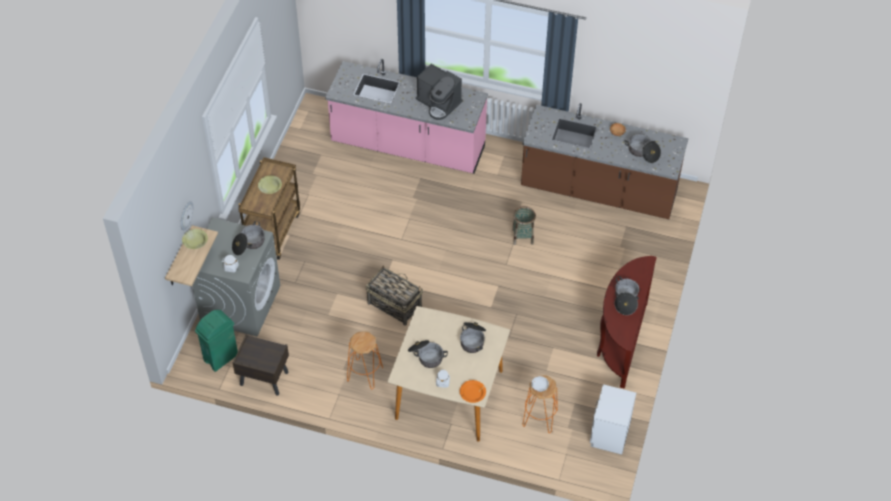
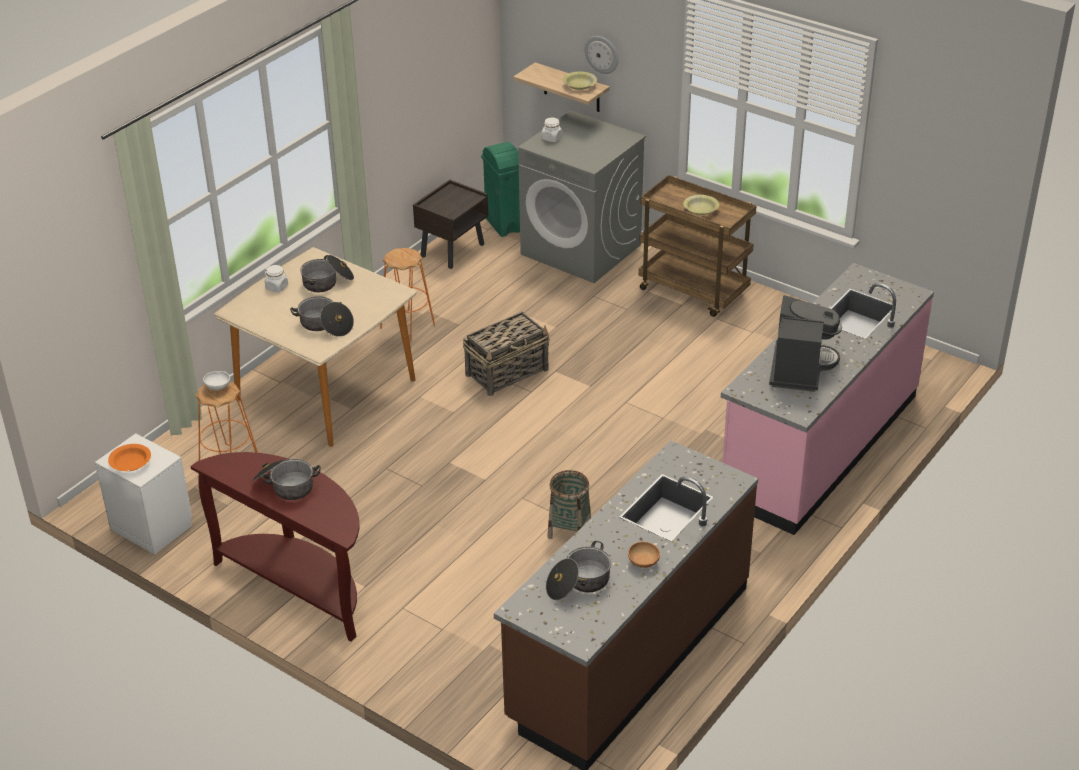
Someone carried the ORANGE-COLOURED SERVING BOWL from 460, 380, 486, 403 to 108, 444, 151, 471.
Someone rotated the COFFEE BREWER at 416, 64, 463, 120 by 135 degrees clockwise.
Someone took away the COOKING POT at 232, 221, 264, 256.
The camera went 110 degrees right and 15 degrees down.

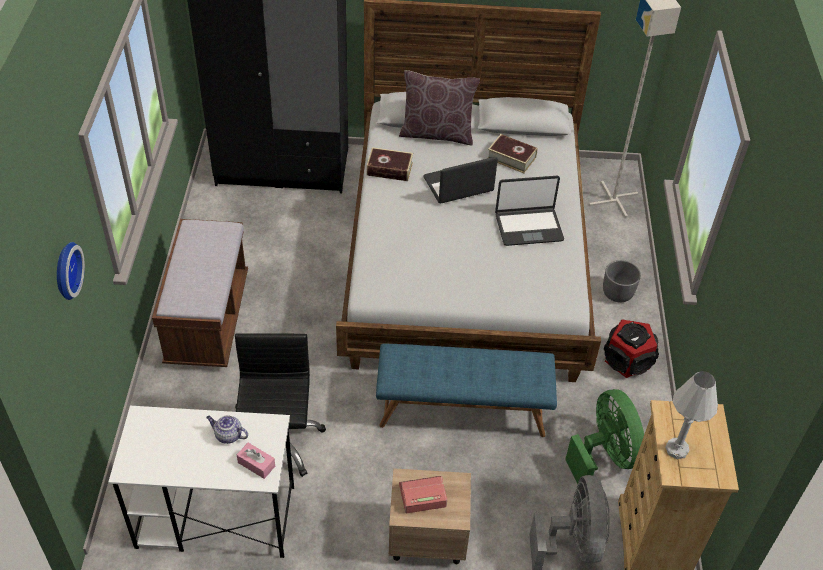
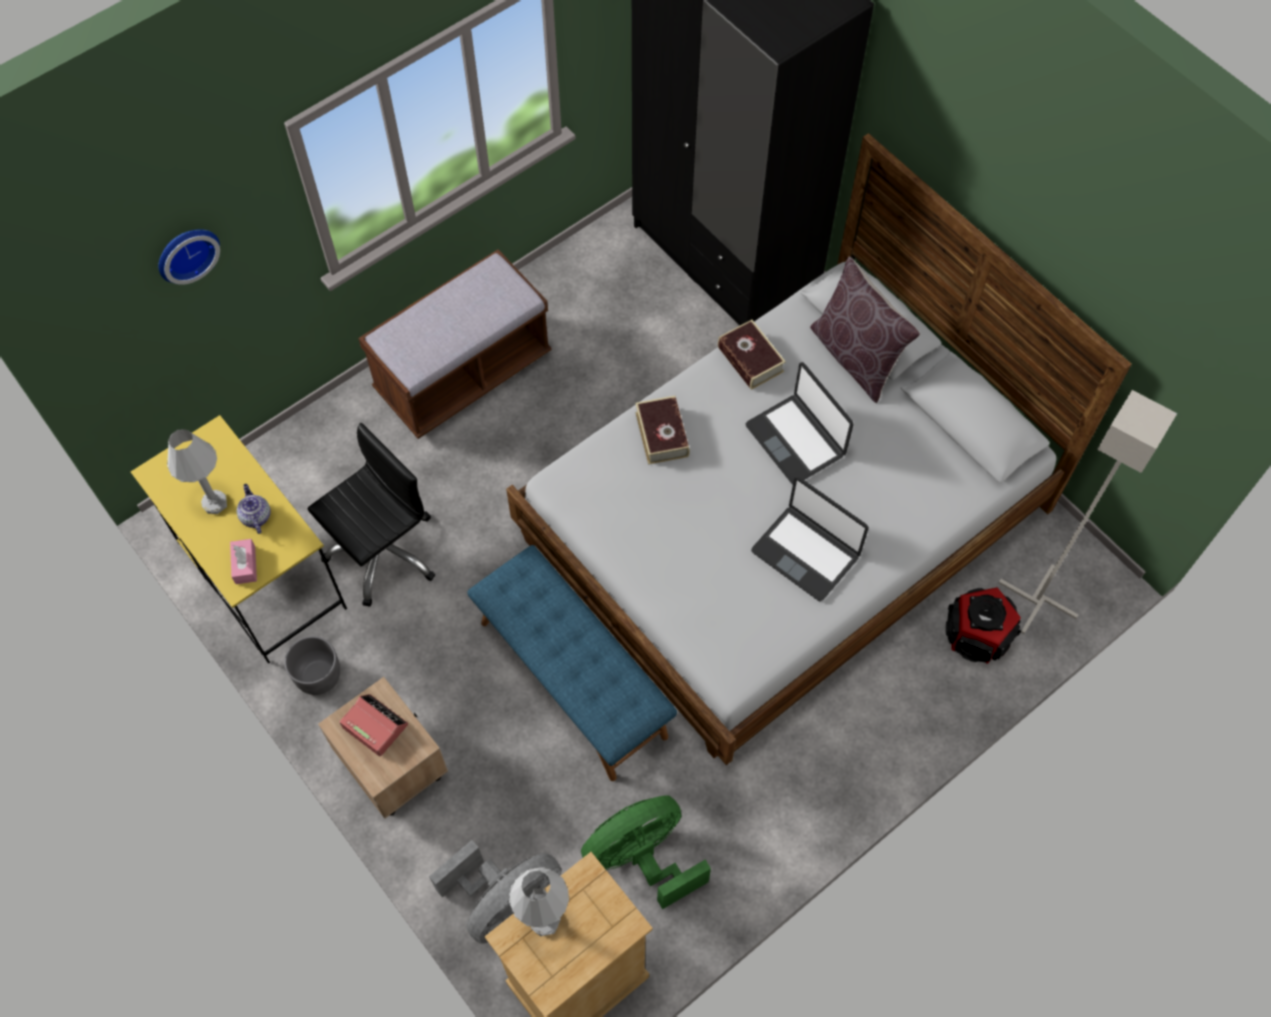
Someone repainted the WHITISH DESK at 108, 406, 294, 558, which became the YELLOWISH DESK at 131, 415, 347, 664.
Someone put down the WHITISH LAMP FOR A TABLE at 167, 429, 227, 514.
Someone carried the GREY PLANT POT from 603, 260, 641, 302 to 284, 636, 340, 695.
Someone rotated the GREEN ELECTRIC FAN at 565, 389, 644, 484 by 150 degrees counterclockwise.
Someone carried the VOLUME from 488, 134, 538, 173 to 635, 396, 690, 465.
Someone rotated the LAPTOP at 423, 157, 498, 203 by 150 degrees counterclockwise.
Someone carried the AUDIO SPEAKER from 604, 319, 659, 378 to 946, 587, 1021, 664.
The camera went 50 degrees right and 15 degrees up.

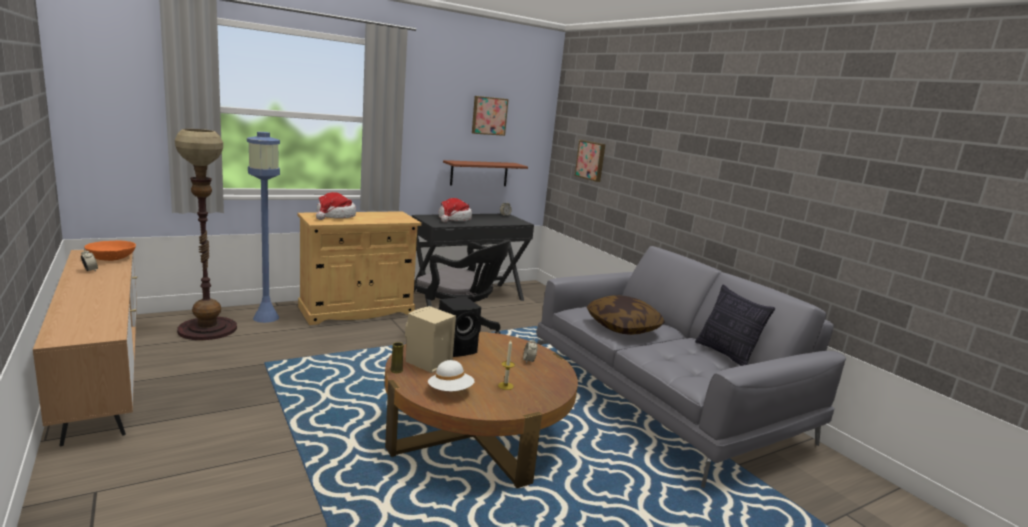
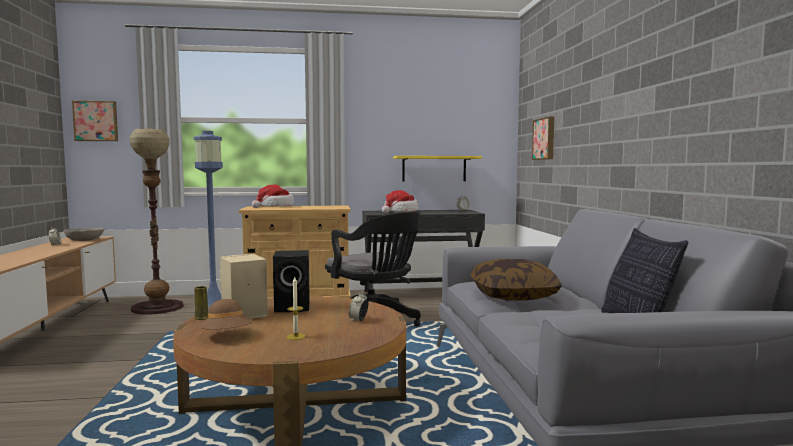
Someone repainted the ORANGE-COLOURED SERVING BOWL at 84, 241, 136, 261, which became the GREY SERVING BOWL at 64, 228, 104, 241.
Someone carried the WALL PICTURE from 472, 96, 509, 136 to 72, 100, 118, 141.
Someone repainted the WHITISH WEARABLE HAT at 428, 360, 475, 391, which became the BROWNISH WEARABLE HAT at 198, 299, 254, 330.
Someone repainted the BROWNISH WALL SHELF at 443, 160, 528, 186, which became the YELLOWISH WALL SHELF at 393, 156, 482, 181.
The camera went 25 degrees right and 10 degrees down.

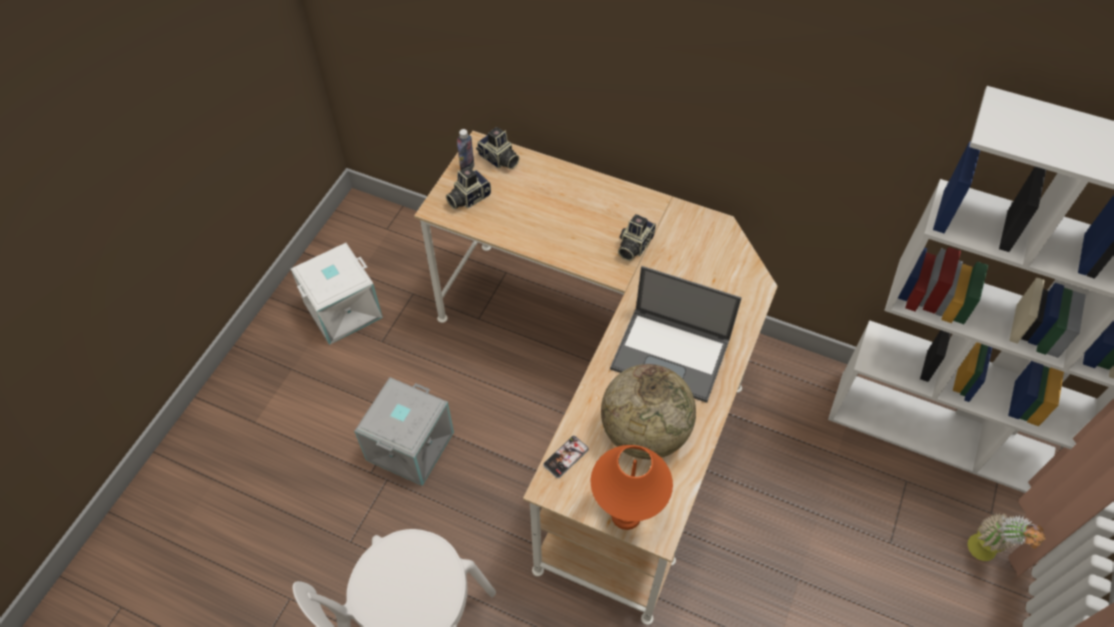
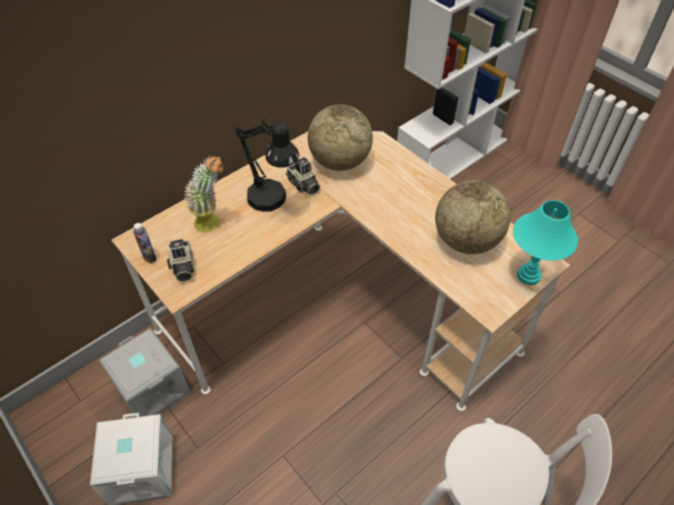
Someone carried the GREY STORAGE BOX from 354, 377, 454, 486 to 99, 328, 190, 417.
Someone carried the PLANT IN A POT from 968, 513, 1045, 561 to 183, 155, 224, 232.
Someone put down the BLACK LAMP FOR A TABLE at 235, 119, 299, 212.
Someone put down the WORLD GLOBE at 308, 104, 373, 171.
Someone repainted the ORANGE-COLOURED LAMP FOR A TABLE at 591, 445, 673, 530, which became the BLUE-GREEN LAMP FOR A TABLE at 513, 200, 578, 285.
Someone took away the PHOTO CAMERA at 476, 127, 519, 169.
Someone took away the PHONE at 543, 436, 589, 478.
Someone took away the LAPTOP at 610, 266, 742, 403.
The camera went 65 degrees left and 5 degrees down.

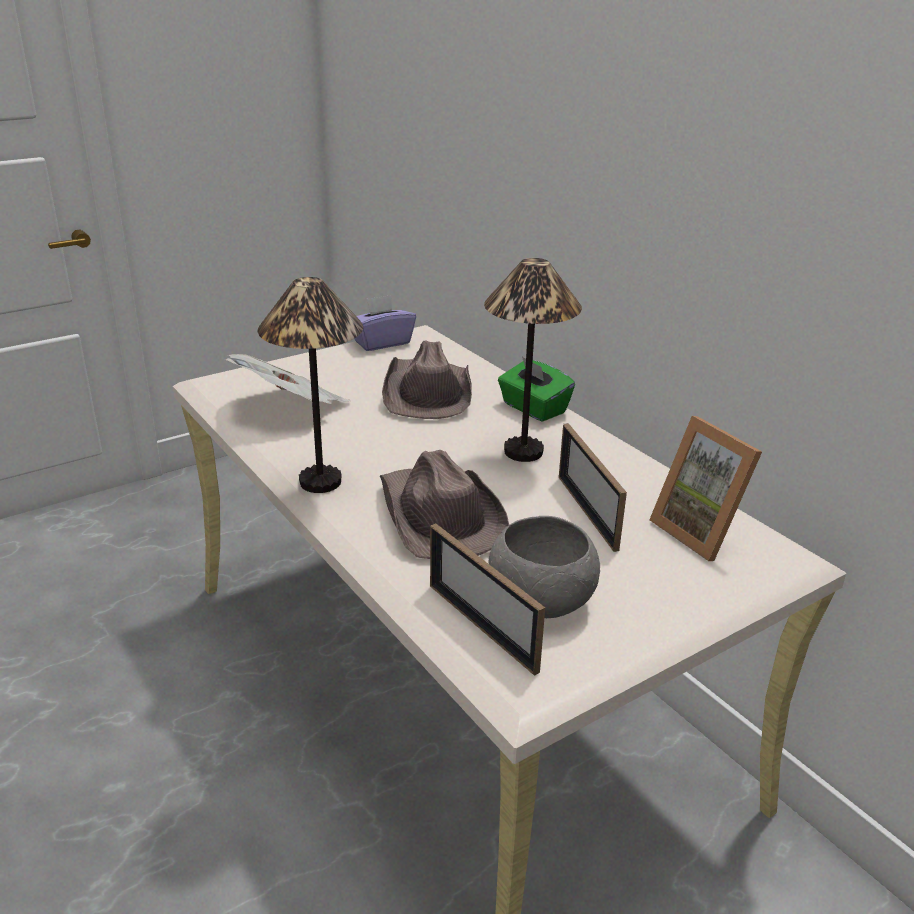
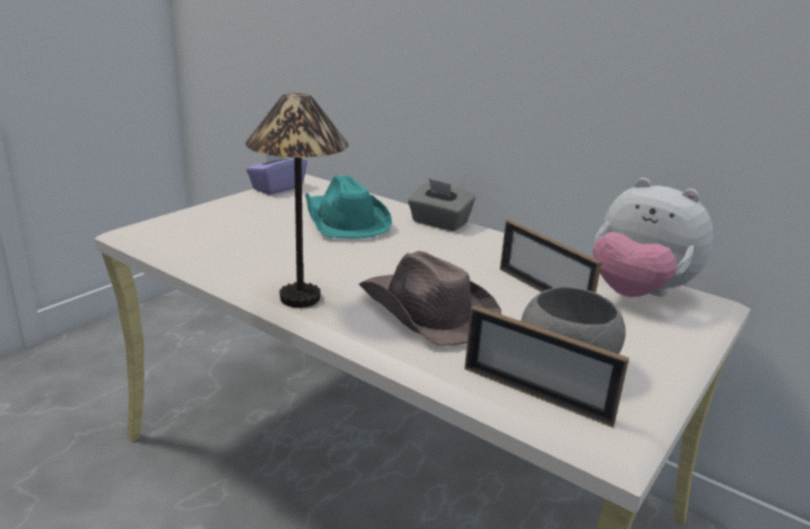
Someone repainted the BROWNISH WEARABLE HAT at 382, 340, 472, 419, which became the BLUE-GREEN WEARABLE HAT at 305, 175, 392, 238.
Someone repainted the GREEN TISSUE HOLDER at 498, 356, 575, 422, which became the GREY TISSUE HOLDER at 408, 179, 475, 231.
Someone swapped the STANDING FRAME at 649, 416, 762, 561 for the CUDDLY TOY at 593, 178, 714, 297.
Someone took away the DAILY PAPER at 225, 354, 350, 404.
Someone took away the LAMP FOR A TABLE at 484, 258, 582, 462.
The camera went 20 degrees left and 5 degrees down.

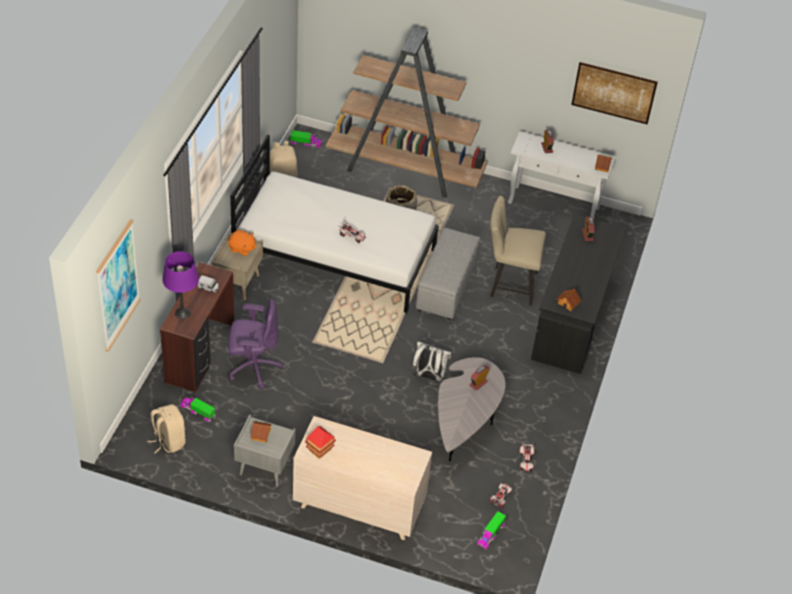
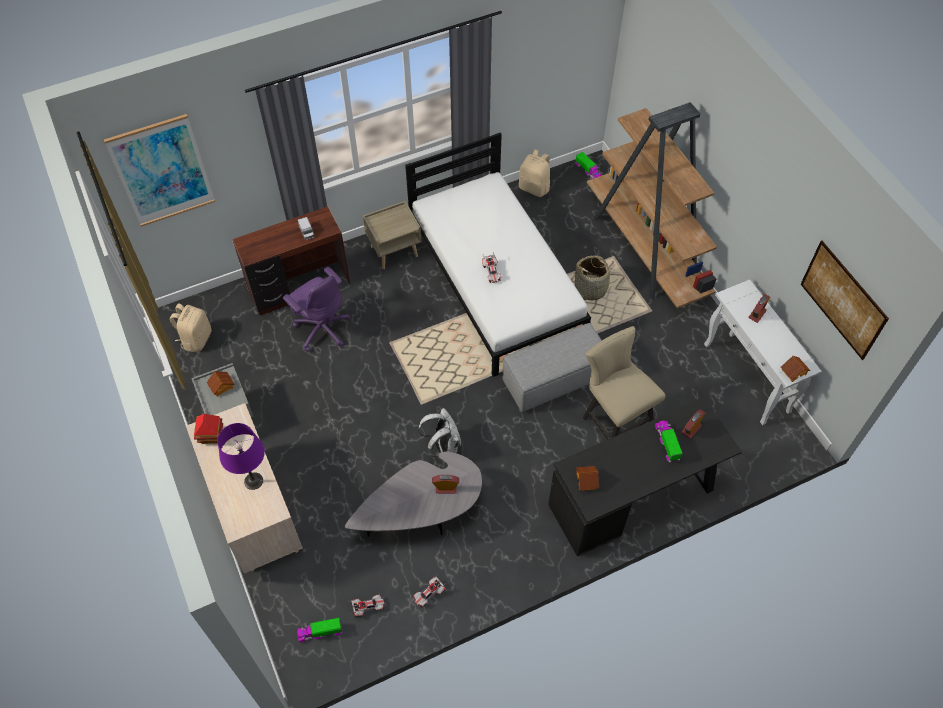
Someone carried the PURPLE-COLOURED LAMP FOR A TABLE from 162, 251, 199, 319 to 217, 423, 265, 490.
Someone carried the TOY LORRY from 180, 397, 215, 422 to 655, 421, 683, 462.
Someone took away the ORANGE-COLOURED CUDDLY TOY at 228, 230, 256, 256.
The camera went 50 degrees right and 10 degrees up.

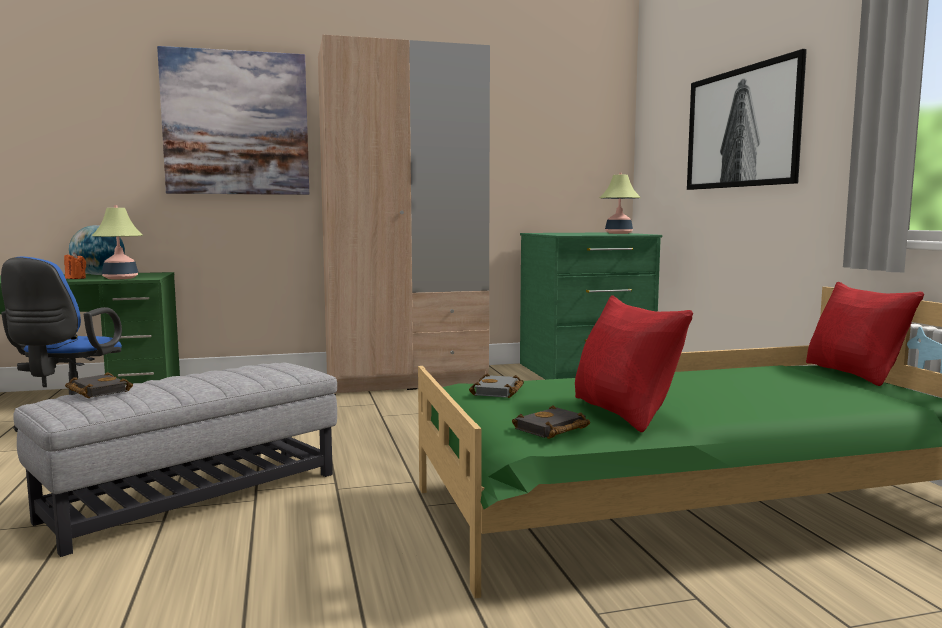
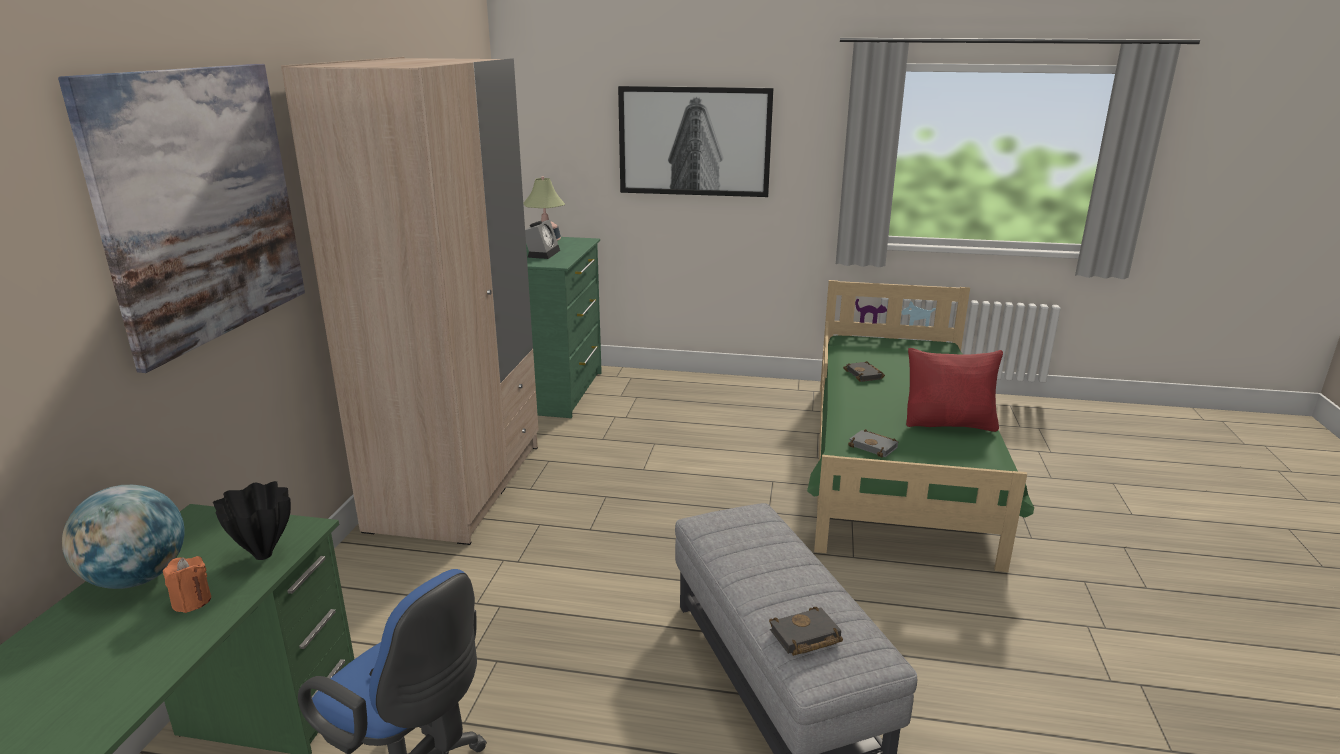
Someone swapped the LAMP FOR A TABLE at 92, 205, 143, 279 for the BLACK VASE at 213, 481, 291, 560.
Someone put down the ALARM CLOCK at 525, 219, 560, 259.
Someone carried the BLACK VOLUME from 512, 405, 590, 439 to 843, 361, 885, 382.
Someone took away the REDDISH THROW PILLOW at 806, 282, 924, 386.
The camera went 65 degrees left and 15 degrees up.

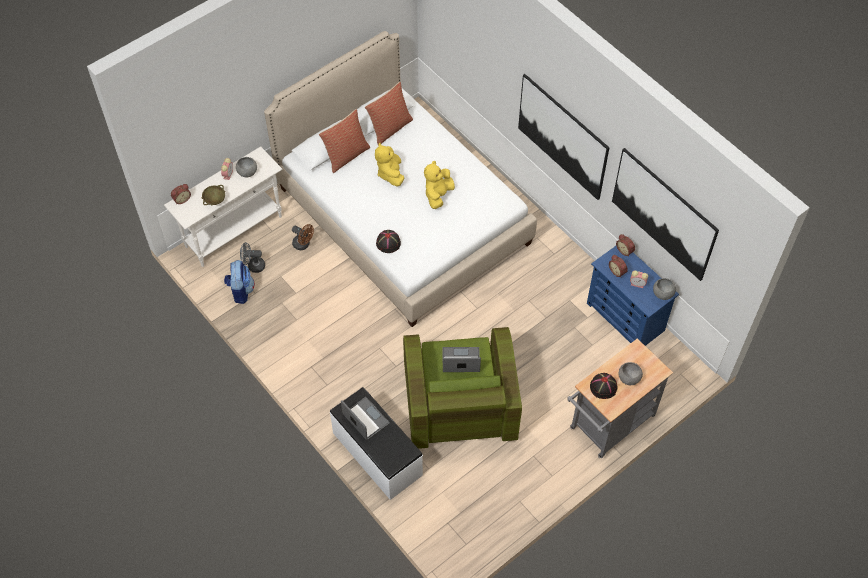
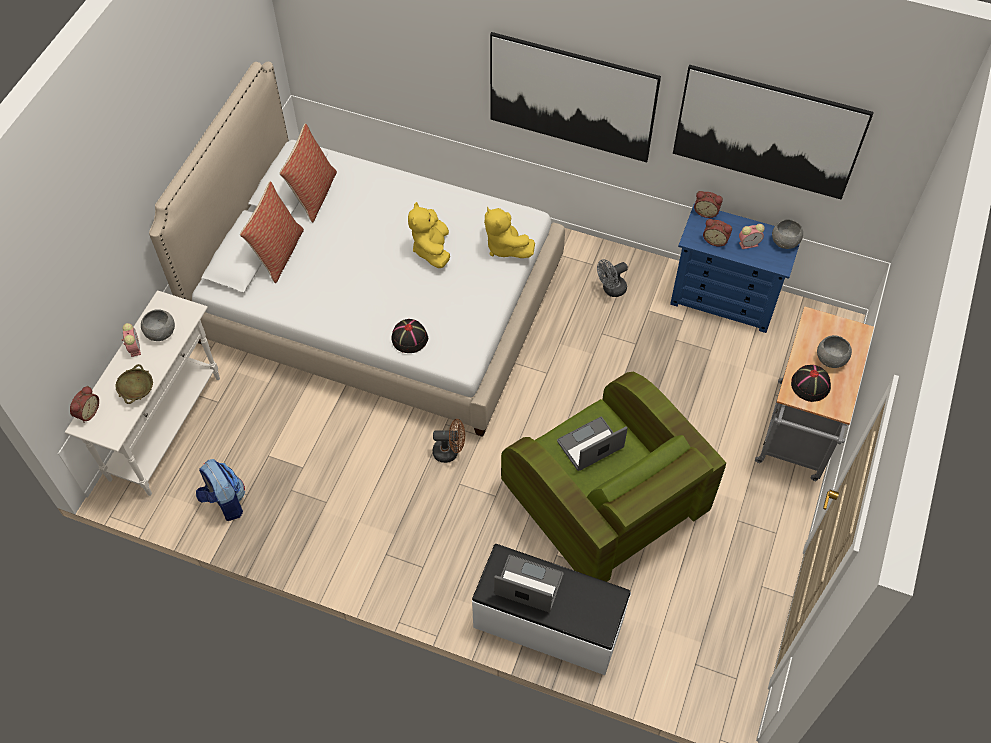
Someone carried the BROWNISH ELECTRIC FAN from 292, 224, 314, 250 to 433, 419, 465, 463.
Someone carried the YELLOWISH CUDDLY TOY from 375, 143, 404, 187 to 484, 206, 535, 258.
Someone carried the GREY ELECTRIC FAN from 240, 242, 265, 273 to 597, 259, 628, 297.
The camera went 30 degrees left and 0 degrees up.

